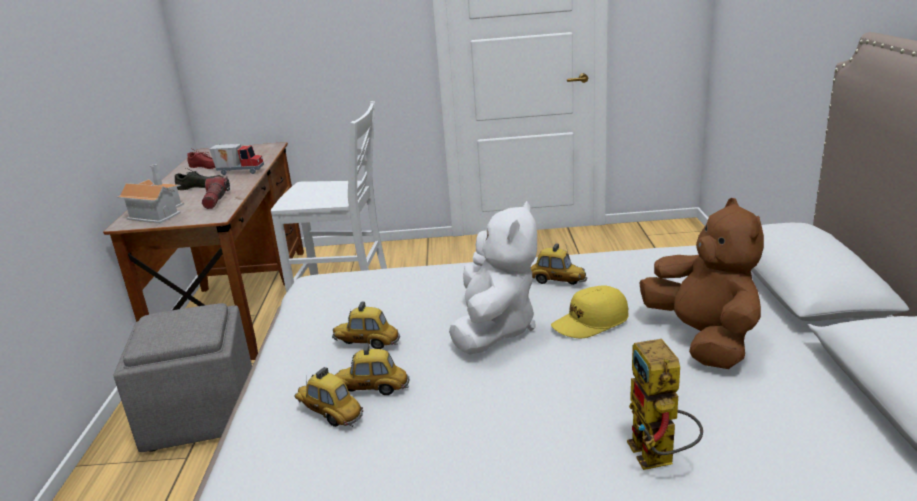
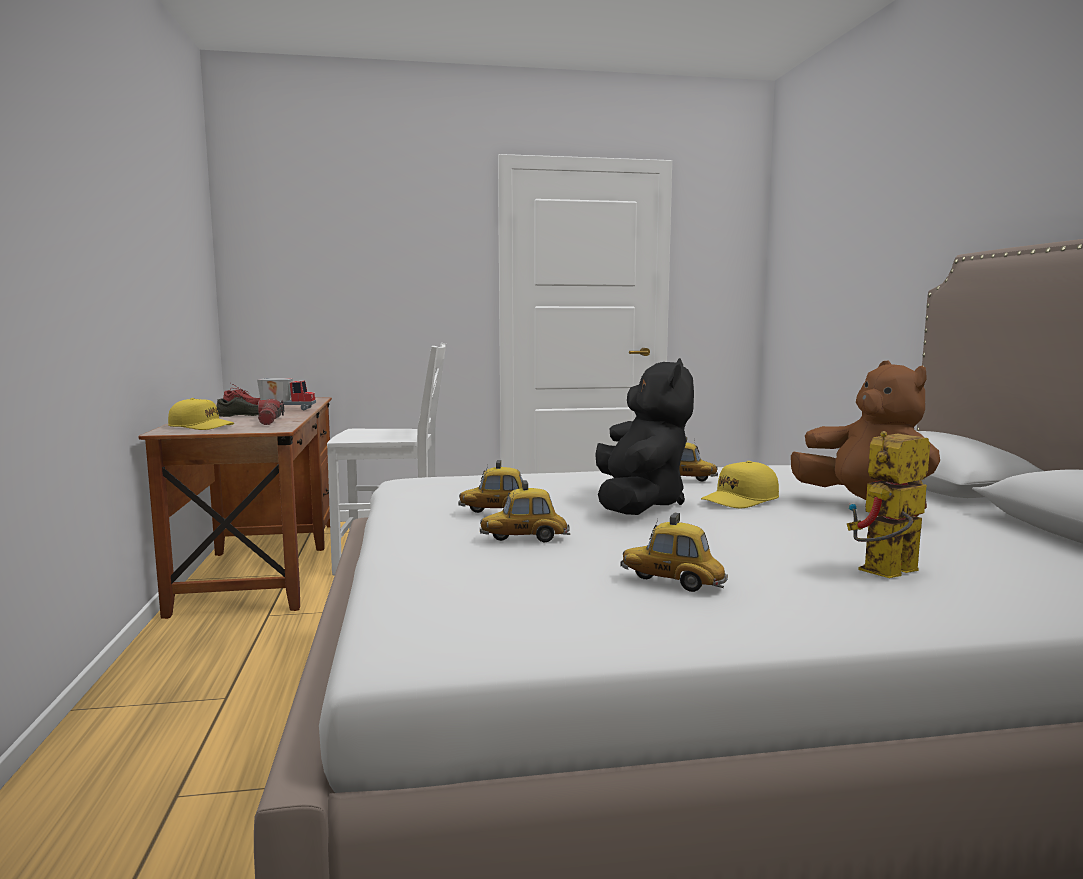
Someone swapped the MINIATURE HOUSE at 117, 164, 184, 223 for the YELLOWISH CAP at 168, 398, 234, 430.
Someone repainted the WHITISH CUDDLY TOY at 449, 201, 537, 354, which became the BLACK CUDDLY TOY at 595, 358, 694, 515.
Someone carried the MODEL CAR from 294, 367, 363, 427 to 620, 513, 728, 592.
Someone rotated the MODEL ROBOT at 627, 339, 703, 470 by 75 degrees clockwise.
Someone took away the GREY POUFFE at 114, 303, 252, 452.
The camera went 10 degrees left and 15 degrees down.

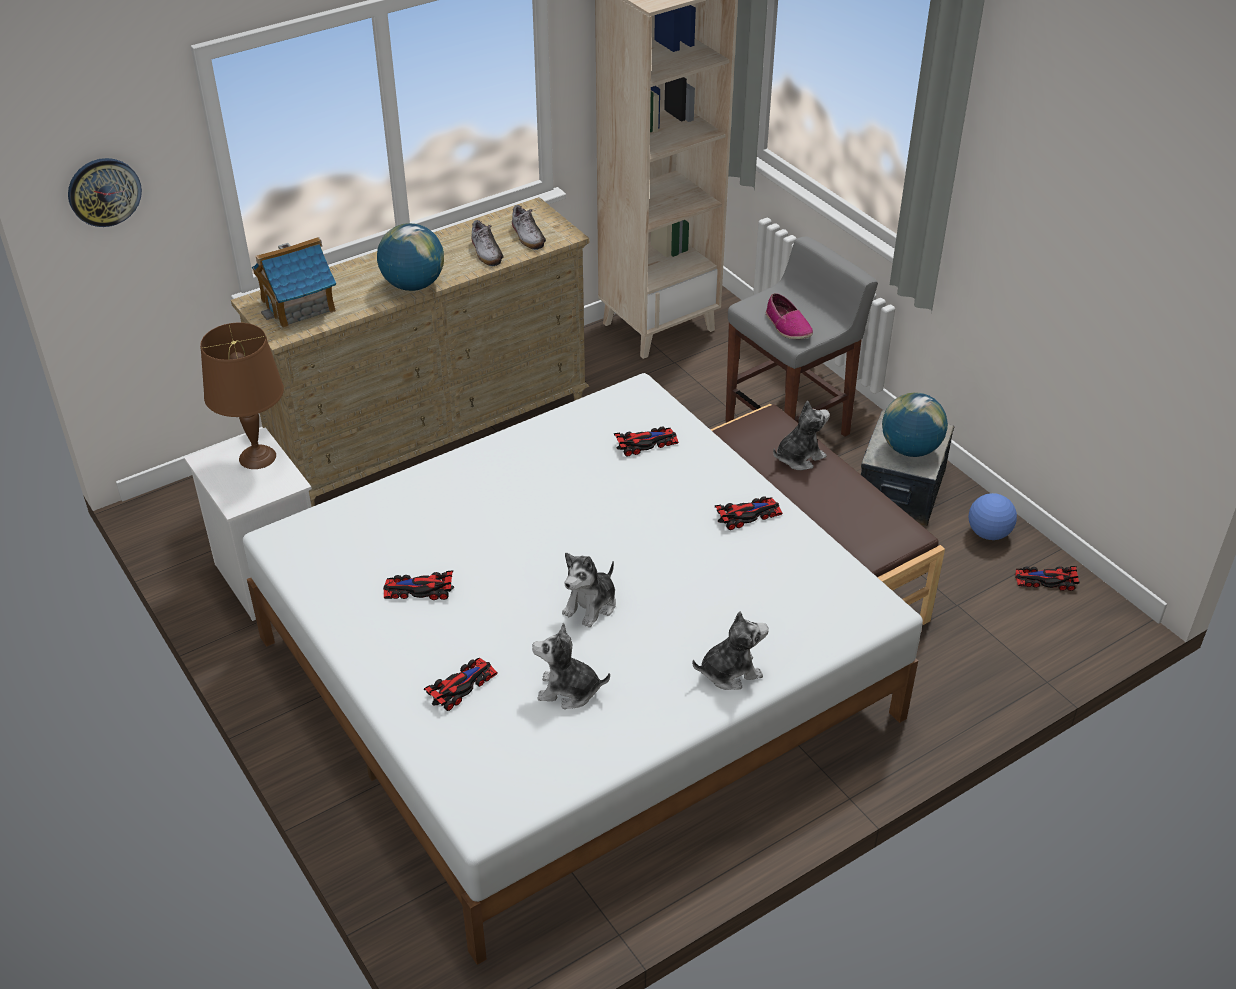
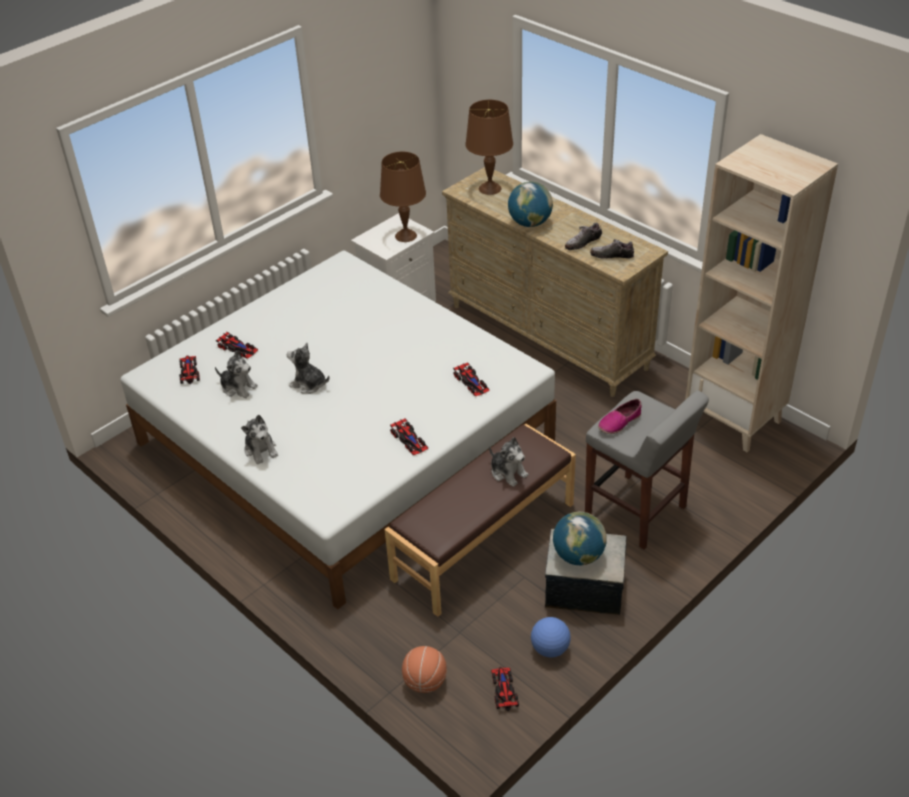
Someone carried the MODEL CAR from 383, 570, 454, 600 to 179, 355, 200, 384.
Someone rotated the CUDDLY TOY at 532, 623, 610, 709 by 120 degrees clockwise.
Someone put down the BALL FOR BASKETBALL at 402, 646, 447, 693.
Someone swapped the MINIATURE HOUSE at 252, 237, 336, 328 for the BROWNISH LAMP FOR A TABLE at 465, 100, 513, 195.
Someone rotated the SHOE at 512, 205, 546, 250 by 45 degrees clockwise.
Someone took away the HANGING CLOCK at 68, 158, 142, 227.
The camera went 80 degrees right and 0 degrees up.

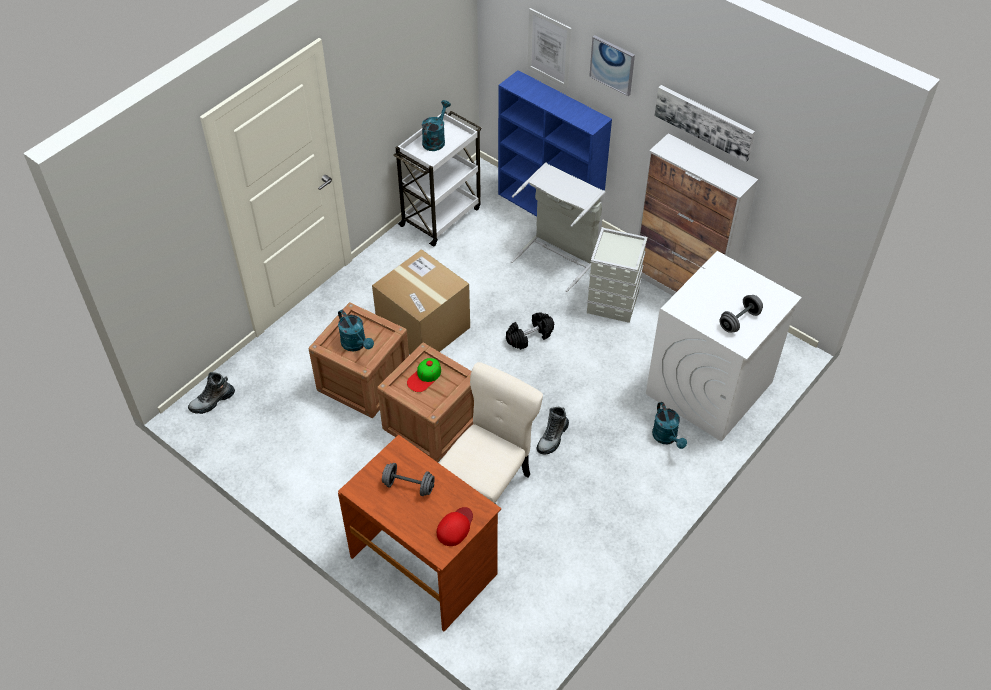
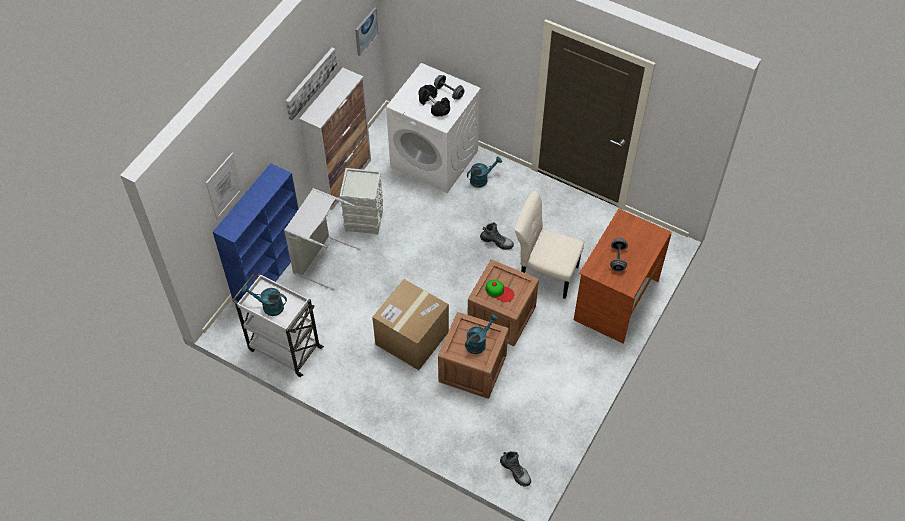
Someone carried the WALL PICTURE from 589, 35, 635, 96 to 355, 7, 379, 56.
Someone carried the BLACK FREE WEIGHT from 506, 312, 554, 350 to 418, 85, 450, 117.
Someone took away the REDDISH CAP at 437, 507, 473, 546.
The camera went 100 degrees left and 5 degrees up.

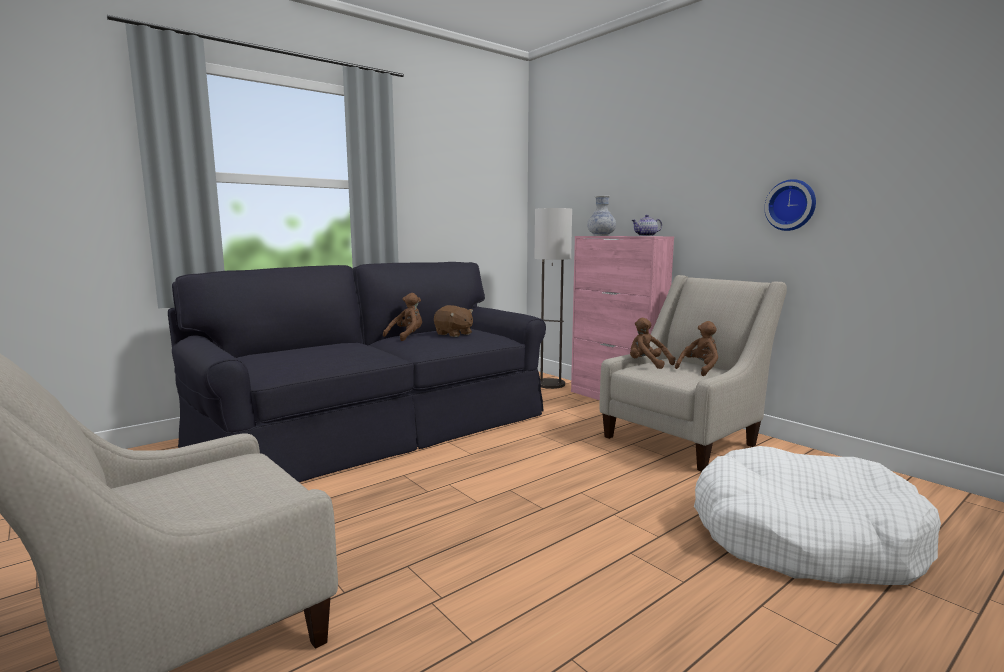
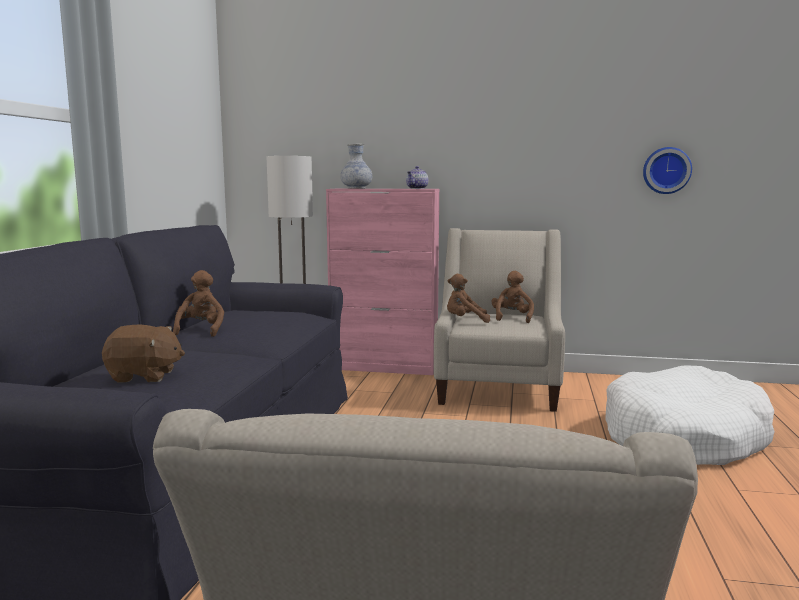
Someone carried the BROWNISH CUDDLY TOY from 434, 305, 473, 337 to 102, 325, 185, 383.
Someone carried the HANGING CLOCK from 764, 179, 816, 231 to 643, 147, 692, 194.
The camera went 40 degrees left and 0 degrees up.

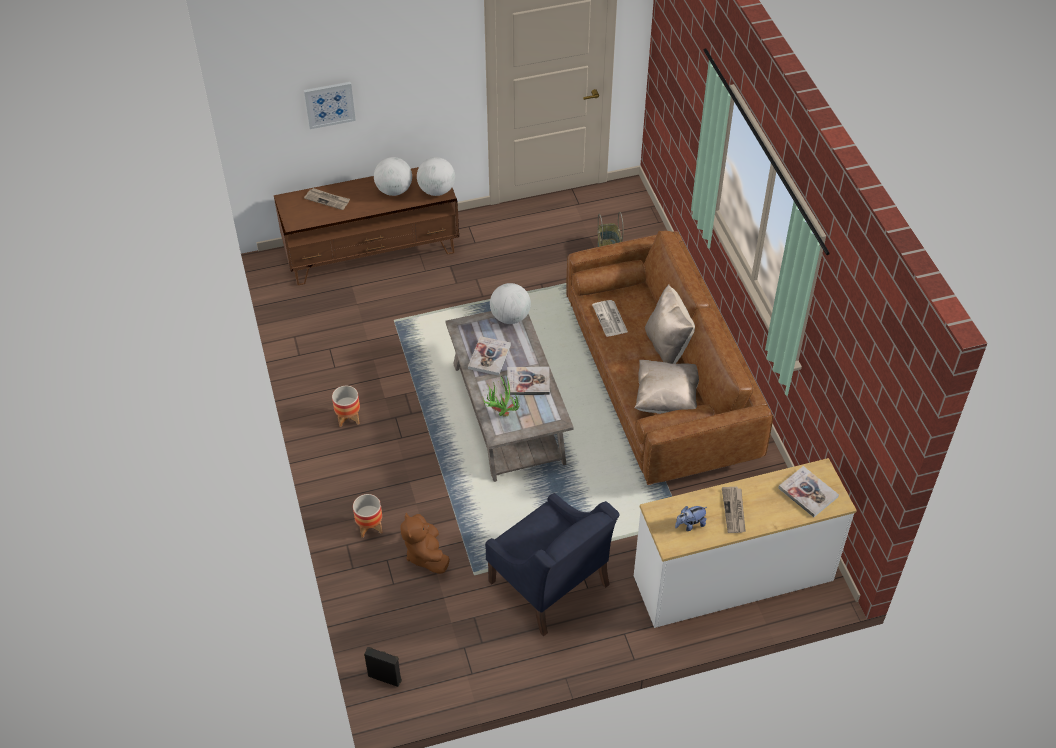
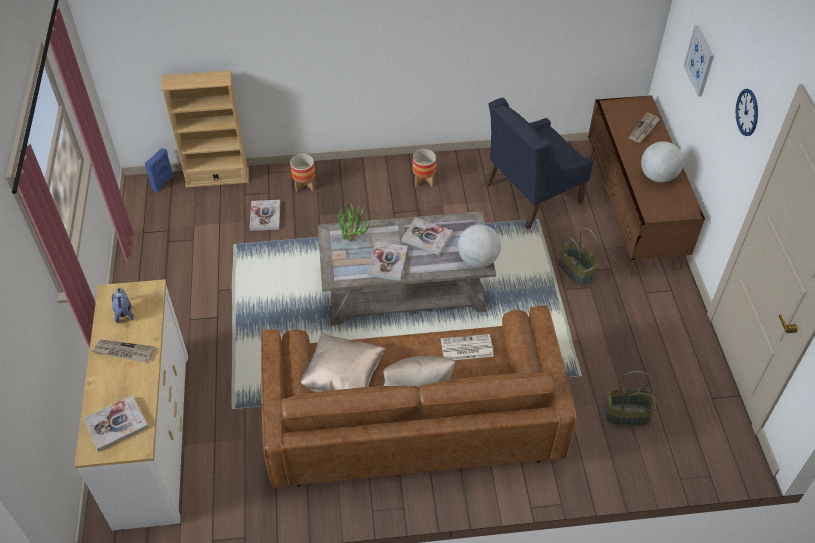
Someone repainted the BLACK AUDIO SPEAKER at 364, 647, 402, 687, which became the BLUE AUDIO SPEAKER at 145, 148, 174, 192.
Someone put down the SAND-COLOURED BOOKSHELF at 161, 70, 249, 188.
Someone swapped the BROWNISH CUDDLY TOY at 400, 513, 450, 574 for the VOLUME at 249, 200, 280, 231.
Someone carried the BLUE EASY CHAIR from 485, 493, 620, 636 to 485, 98, 593, 229.
Someone put down the BASKET at 558, 228, 598, 286.
Someone put up the HANGING CLOCK at 736, 89, 758, 136.
Someone took away the WORLD GLOBE at 417, 157, 455, 196.
The camera went 100 degrees right and 0 degrees up.

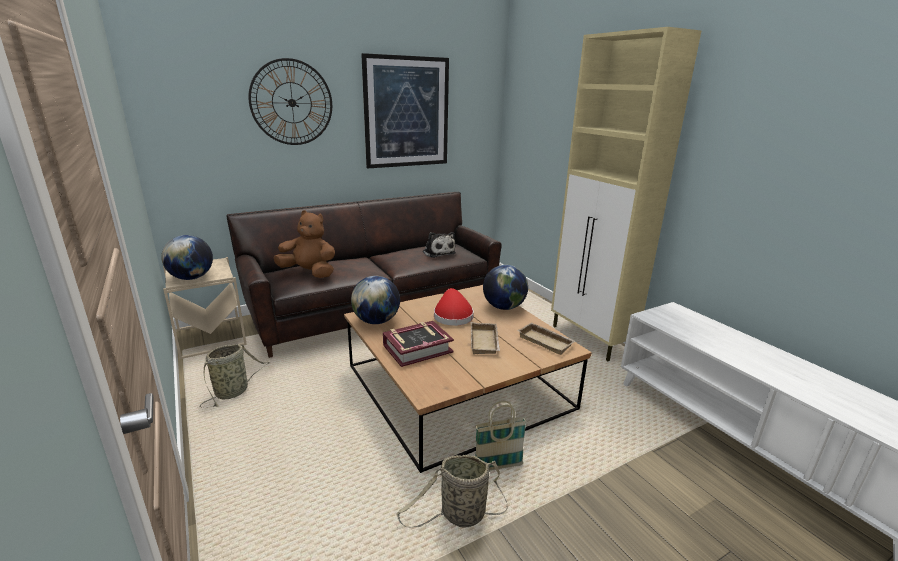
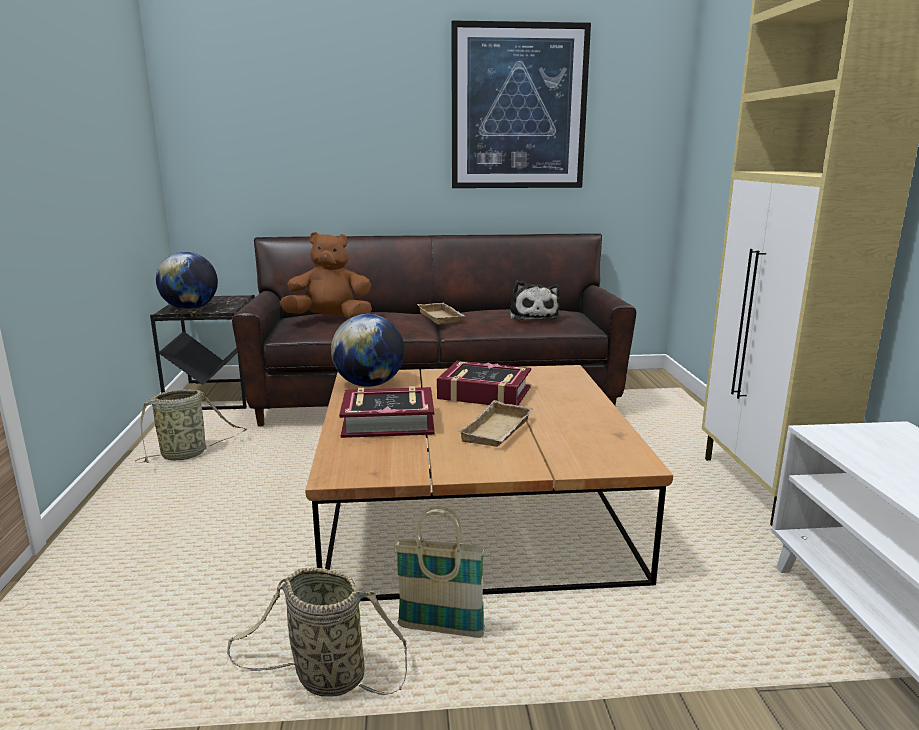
Someone repainted the SAND-COLOURED END TABLE at 163, 257, 247, 359, which became the BLACK END TABLE at 150, 295, 255, 410.
Someone rotated the BROWNISH CUDDLY TOY at 273, 210, 335, 278 by 45 degrees counterclockwise.
Someone carried the SAND-COLOURED TRAY from 517, 322, 575, 355 to 417, 303, 465, 325.
Someone swapped the REDDISH WEARABLE HAT at 434, 288, 474, 326 for the VOLUME at 437, 361, 531, 406.
Someone took away the HANGING CLOCK at 248, 58, 332, 145.
Someone took away the WORLD GLOBE at 483, 265, 528, 310.
The camera went 25 degrees right and 5 degrees down.

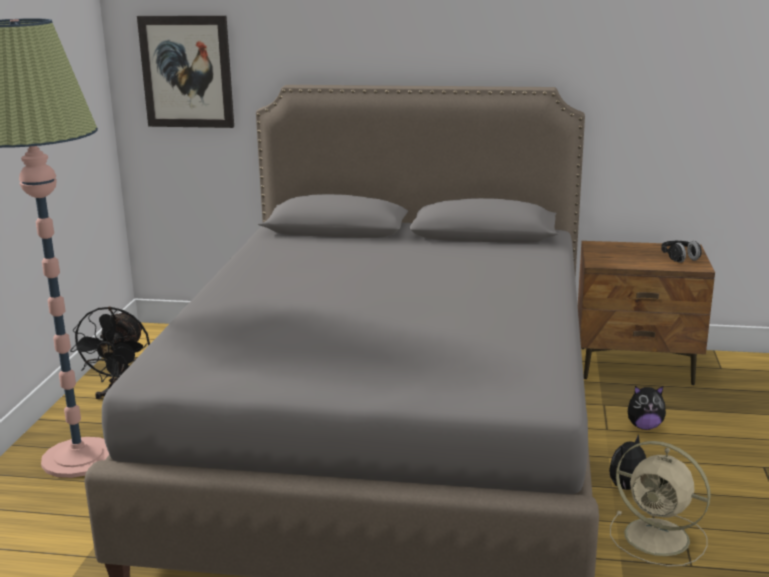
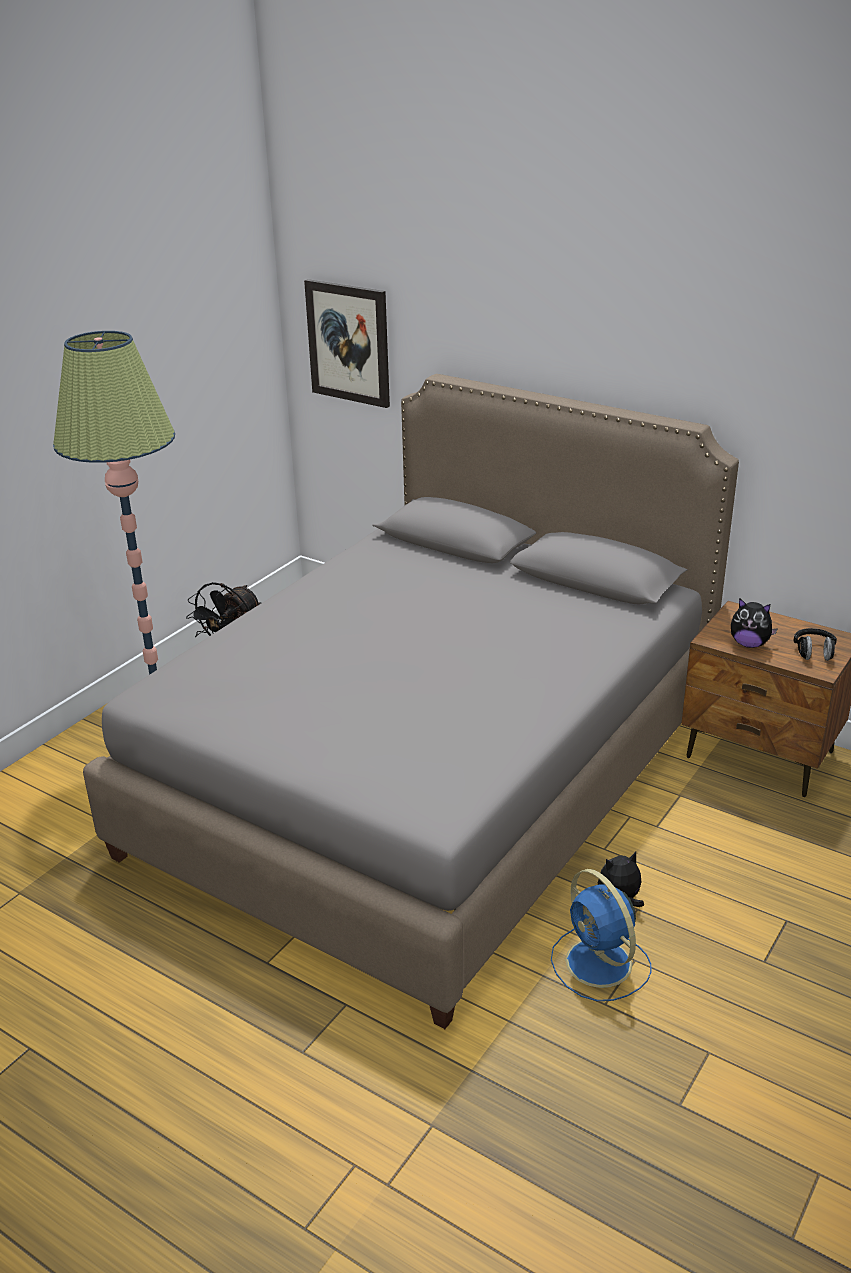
Someone repainted the SAND-COLOURED ELECTRIC FAN at 610, 441, 711, 567, which became the BLUE ELECTRIC FAN at 551, 869, 652, 1001.
Someone carried the CUDDLY TOY from 628, 386, 666, 430 to 731, 598, 778, 648.
The camera went 25 degrees right and 10 degrees up.

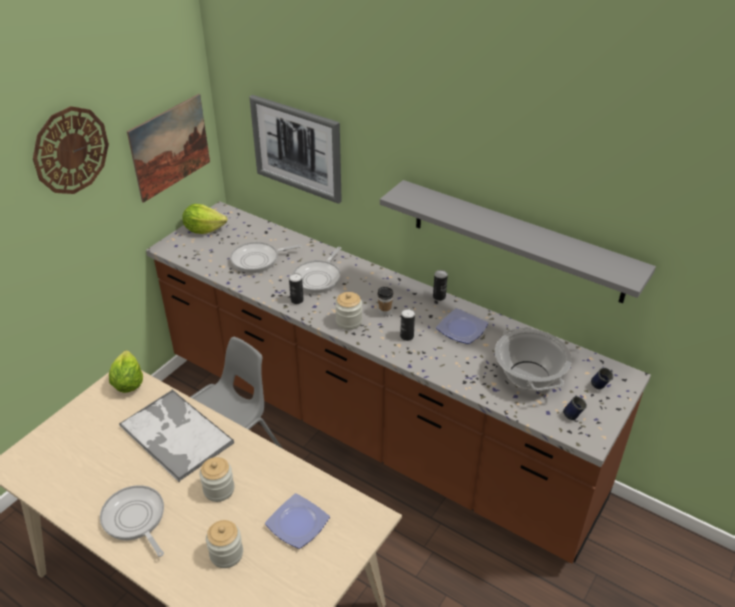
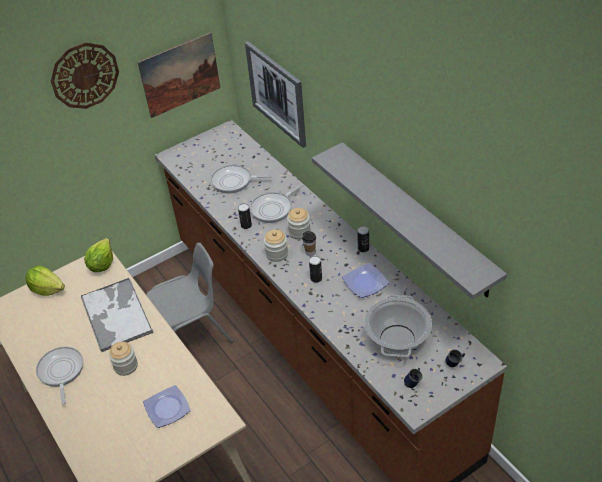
Someone carried the HEAD OF LETTUCE from 182, 204, 227, 234 to 25, 265, 65, 296.
Someone carried the JAR from 206, 520, 243, 568 to 287, 208, 311, 240.
The camera went 25 degrees right and 5 degrees up.

